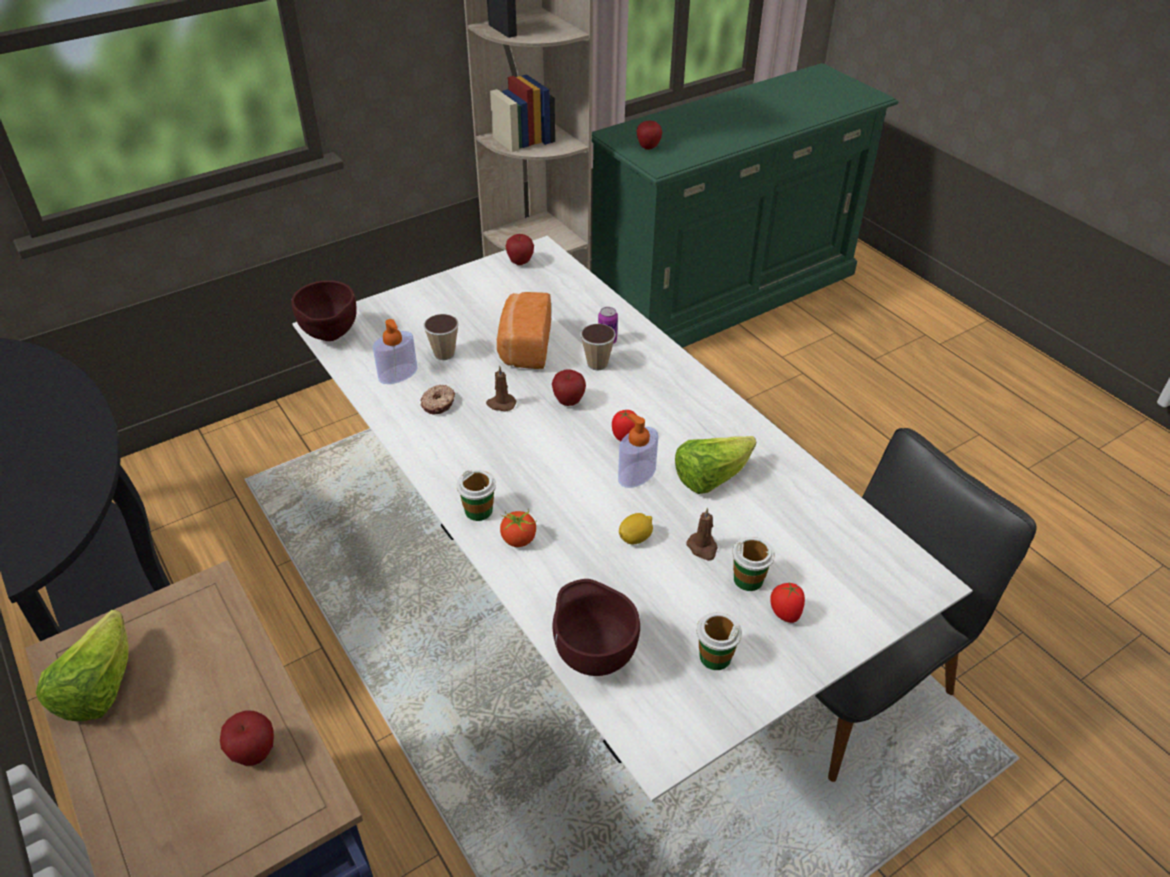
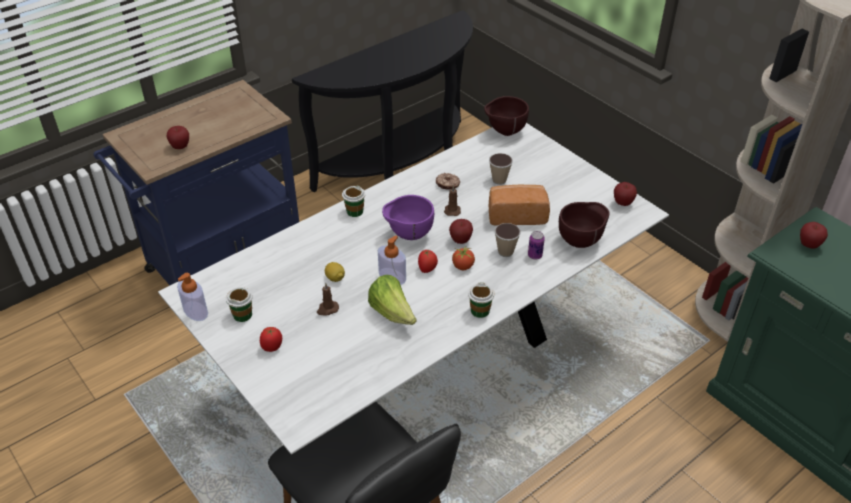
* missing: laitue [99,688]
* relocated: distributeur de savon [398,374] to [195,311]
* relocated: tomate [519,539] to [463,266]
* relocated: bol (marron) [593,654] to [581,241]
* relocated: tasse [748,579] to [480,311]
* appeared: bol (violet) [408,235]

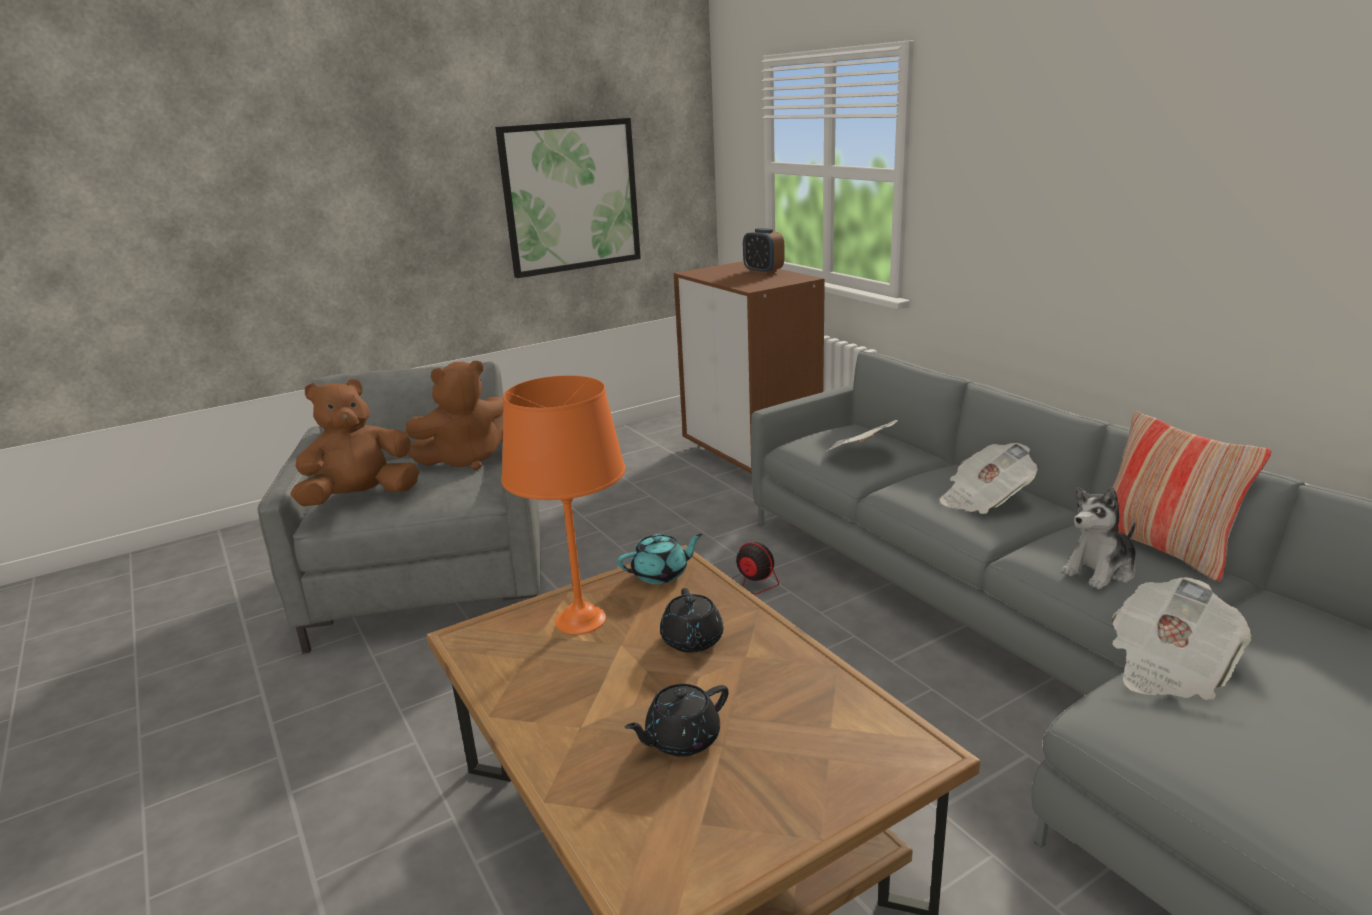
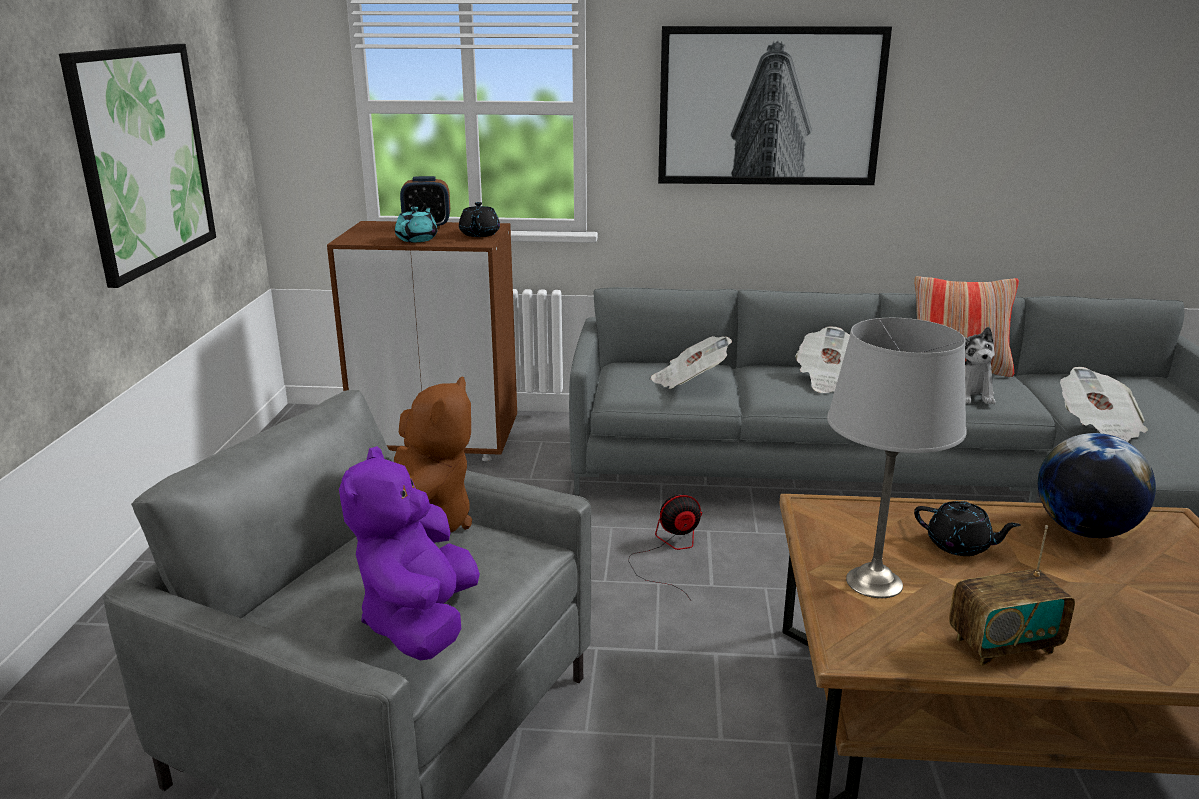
* colour: peluche (marron) [361,498] to peluche (violet) [420,622]
* colour: lampe de table (orange) [580,620] to lampe de table (gris) [875,583]
* relocated: théière (turquoise) [661,574] to [417,239]
* relocated: théière (noir) [681,739] to [479,234]
* appeared: tableau [770,106]
* appeared: radio [1003,645]
* appeared: globe [1085,530]

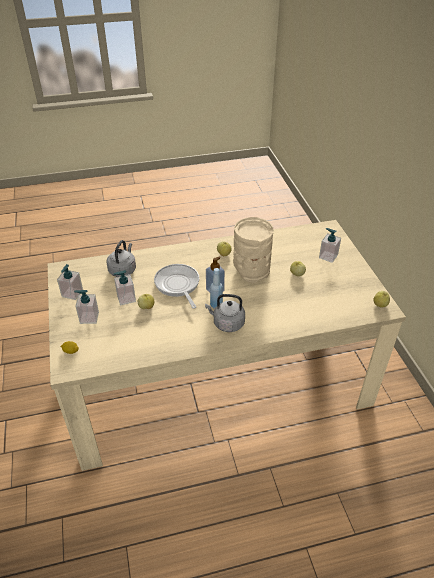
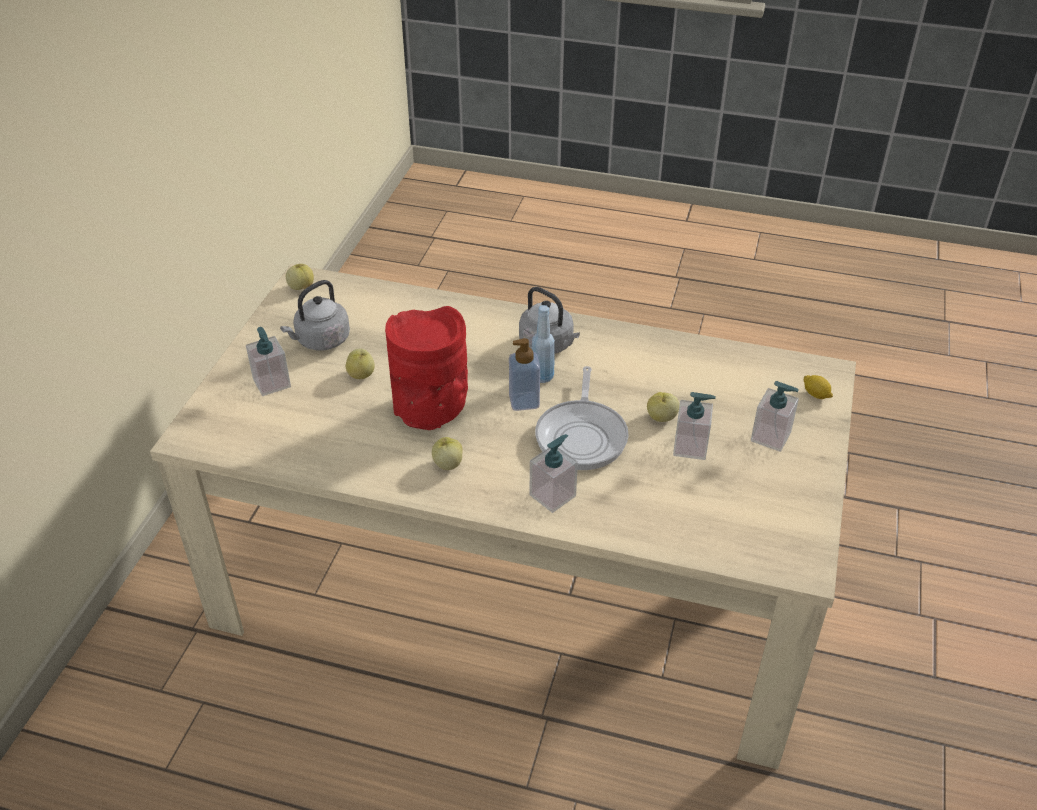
* relocated: distributeur de savon [72,293] to [553,495]
* relocated: bouilloire (gris) [123,270] to [320,341]
* colour: vase (beige) [251,270] to vase (rouge) [431,411]

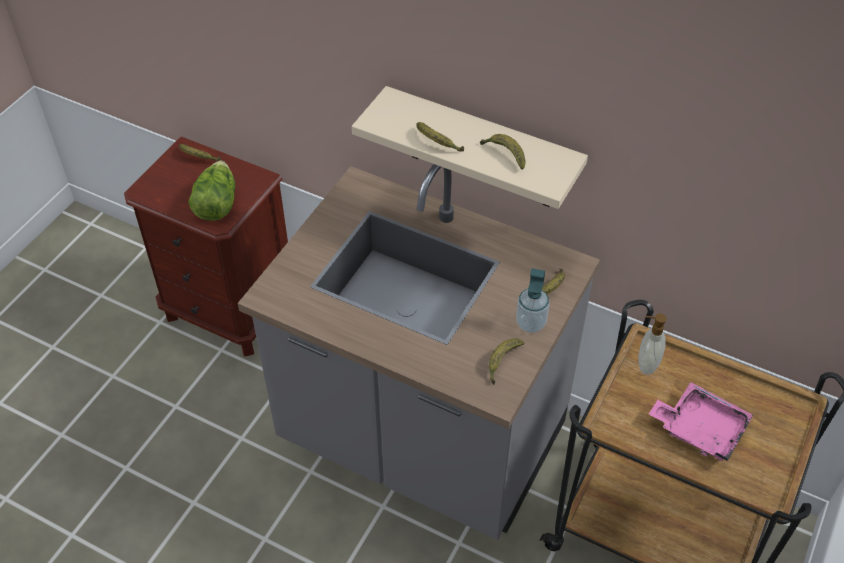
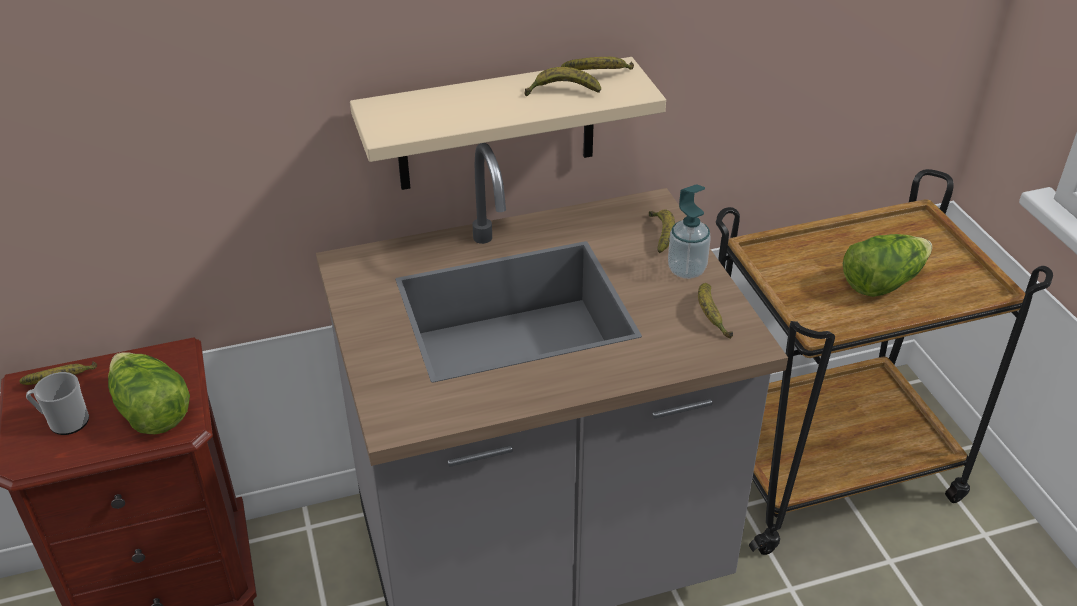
* relocated: banane [437,143] to [599,75]
* missing: distributeur de savon [646,364]
* exchanged: plateau (rose) [700,428] to laitue [882,282]
* appeared: mug [64,422]

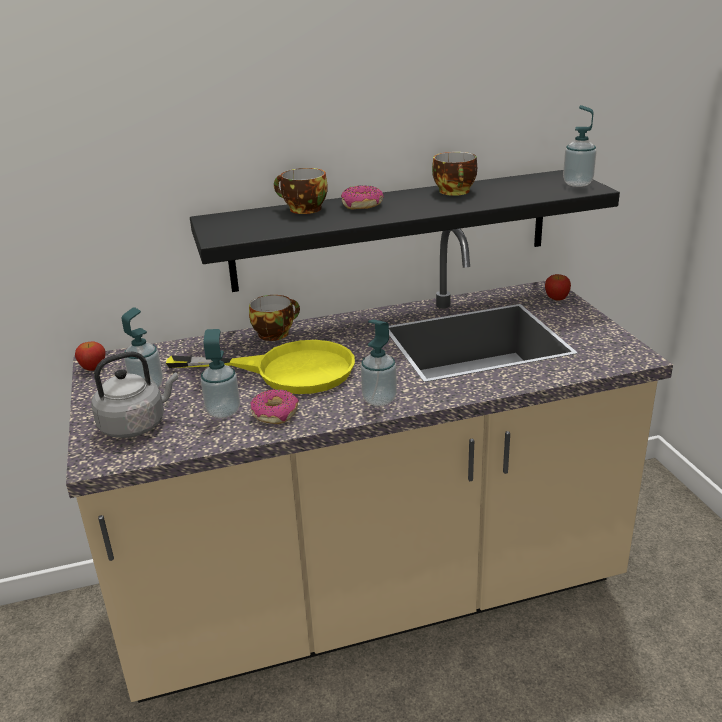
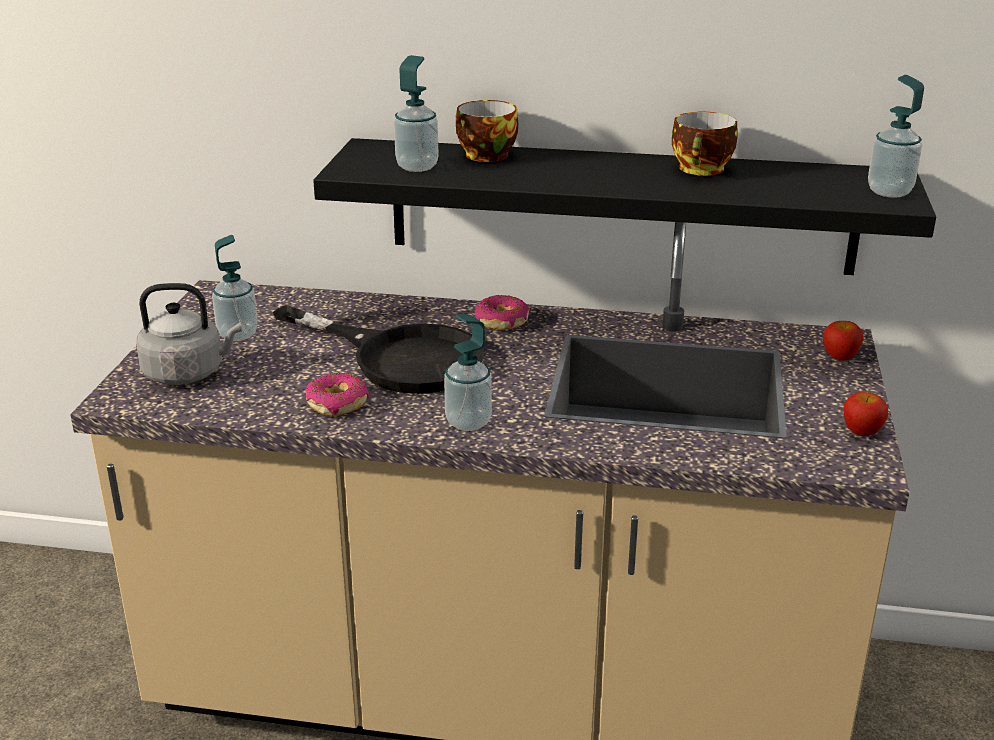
* relocated: pomme [93,368] to [861,432]
* colour: poêle (jaune) [287,370] to poêle (noir) [400,357]
* relocated: distributeur de savon [223,411] to [417,167]
* missing: tasse [275,333]
* relocated: beignet [362,205] to [502,322]

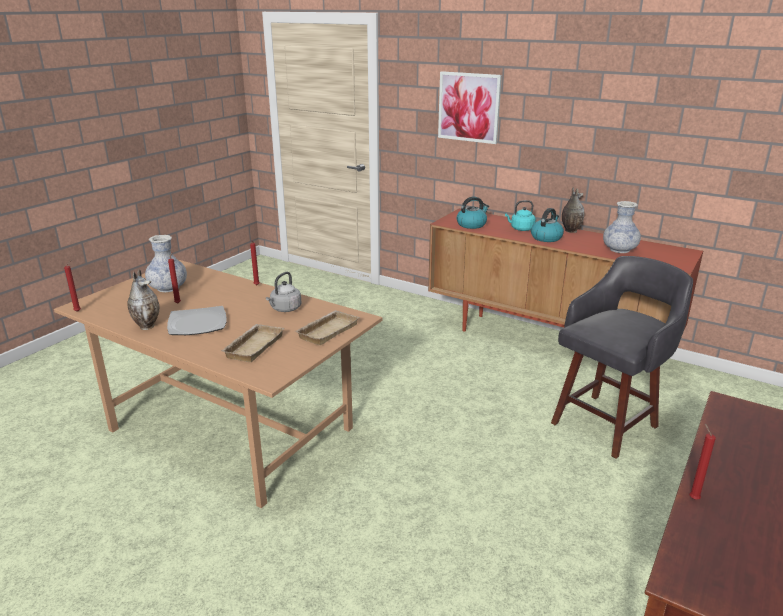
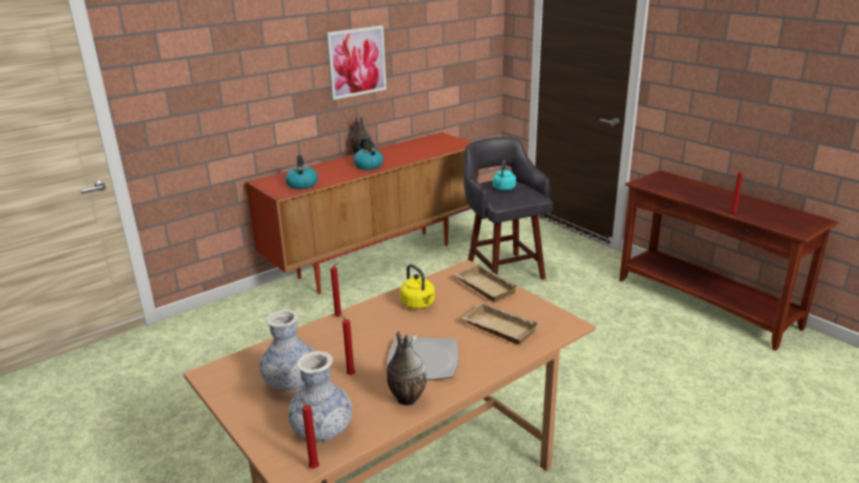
* colour: bouilloire (gris) [285,309] to bouilloire (jaune) [419,304]
* relocated: tableau [469,107] to [356,62]
* relocated: bouilloire (turquoise) [521,229] to [503,189]
* relocated: vase [619,250] to [322,430]

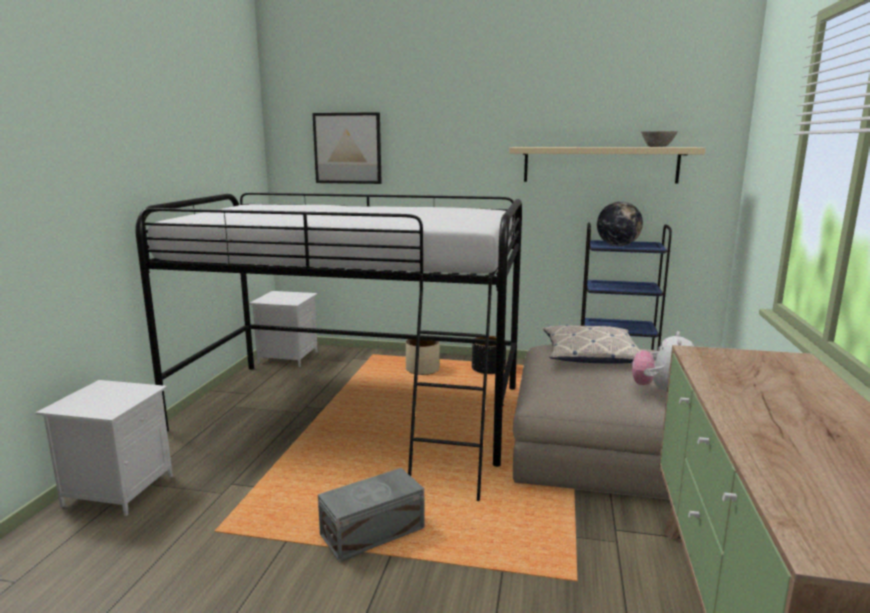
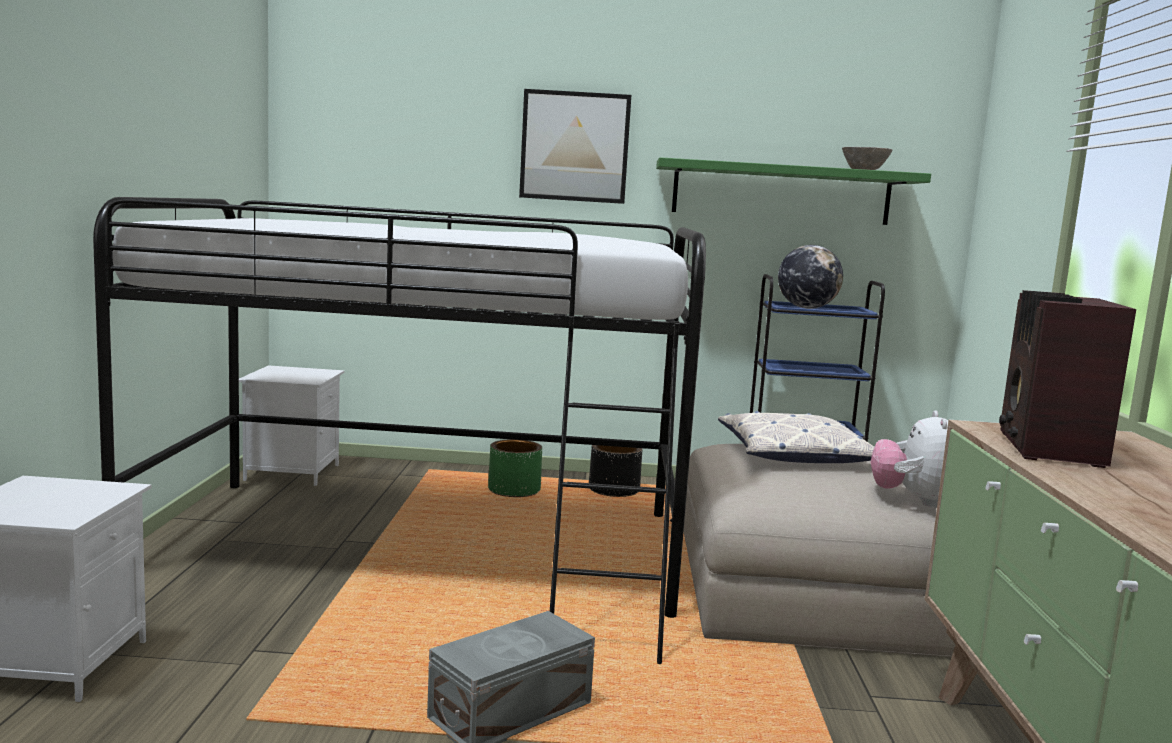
* relocated: tableau [347,148] to [574,147]
* colour: cache-pot (beige) [422,369] to cache-pot (vert) [514,490]
* colour: étagère (beige) [600,164] to étagère (vert) [781,193]
* appeared: radio [1048,449]

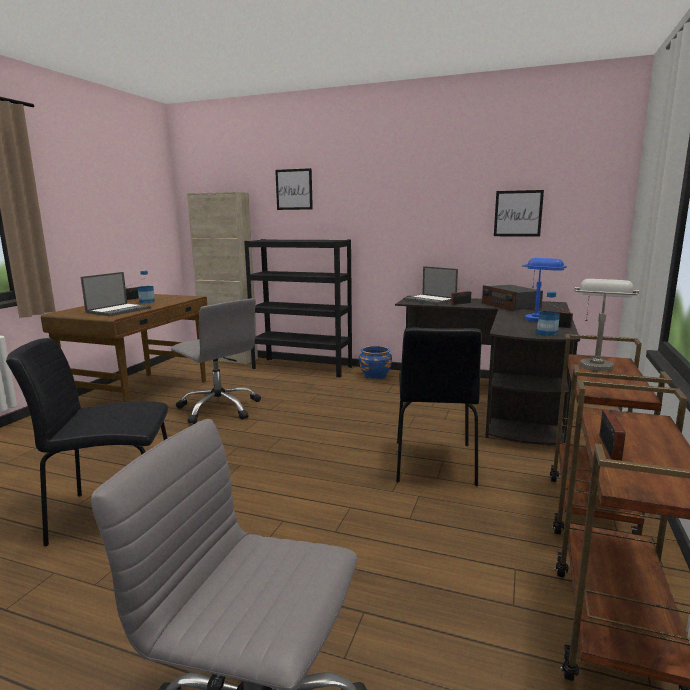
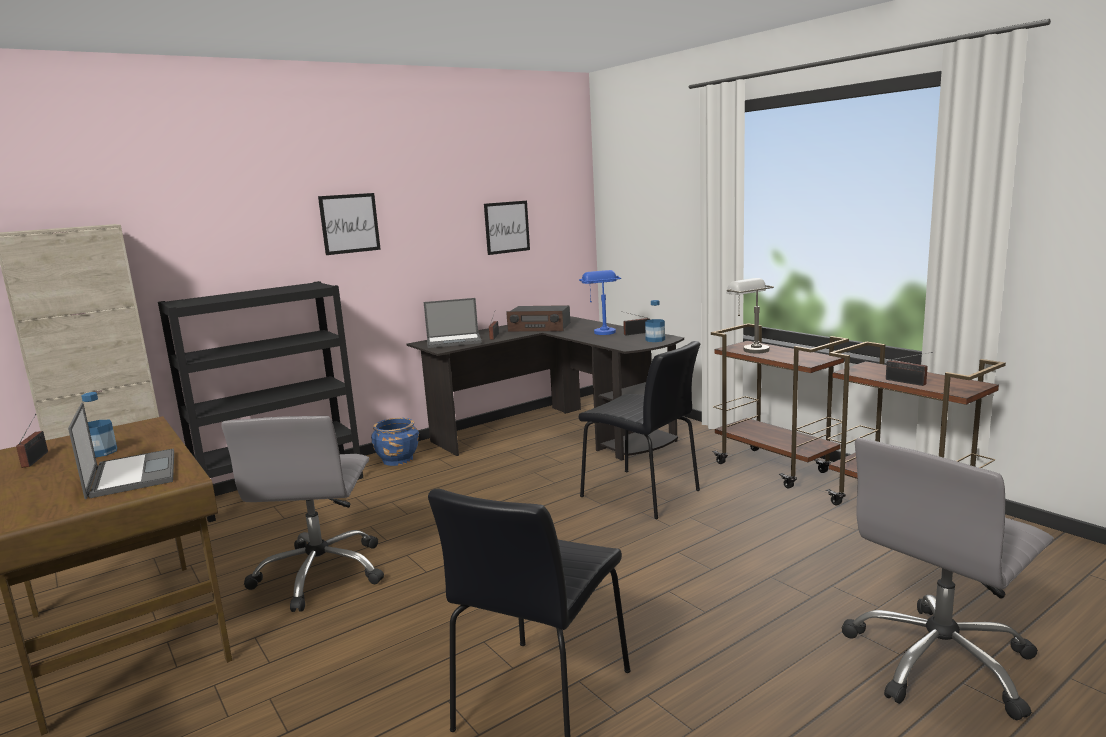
* spun: chaise de bureau (gris) [219,408] = [321,574] 105 degrees clockwise
* relocated: tableau [294,189] to [349,223]

